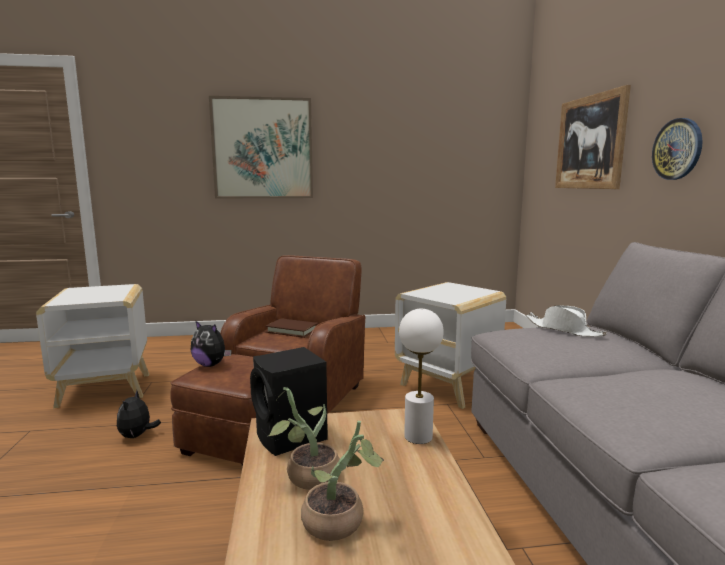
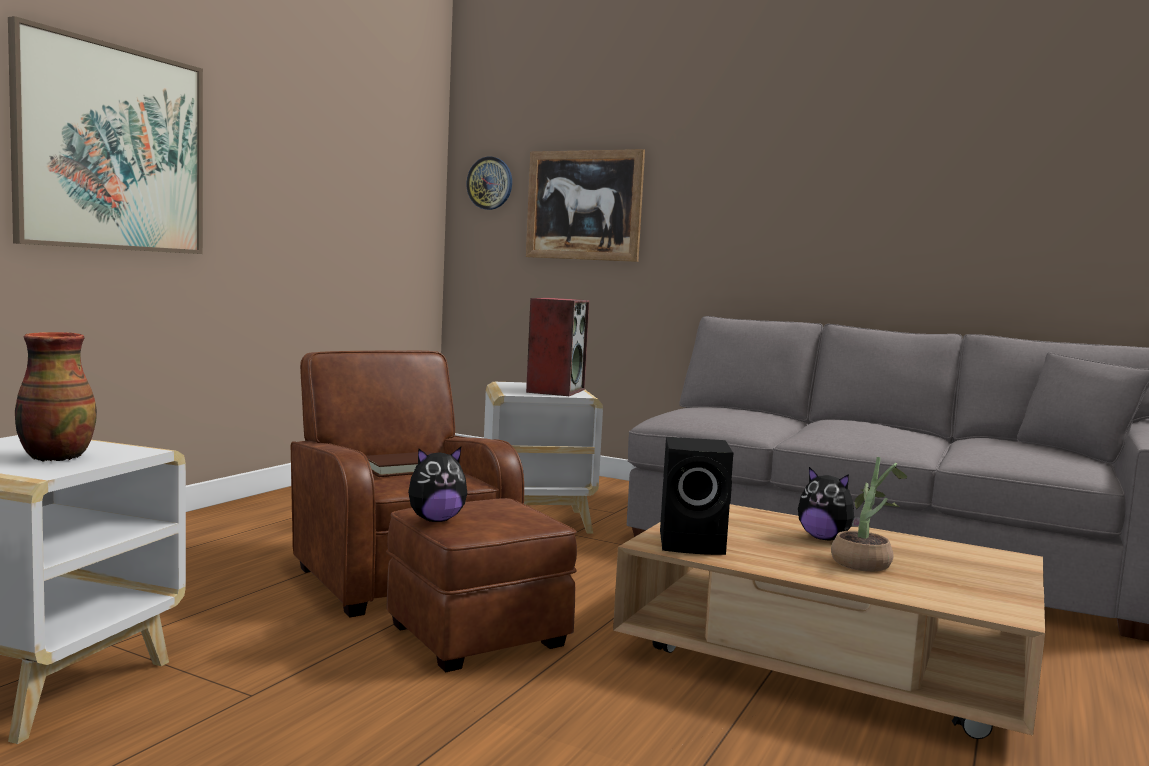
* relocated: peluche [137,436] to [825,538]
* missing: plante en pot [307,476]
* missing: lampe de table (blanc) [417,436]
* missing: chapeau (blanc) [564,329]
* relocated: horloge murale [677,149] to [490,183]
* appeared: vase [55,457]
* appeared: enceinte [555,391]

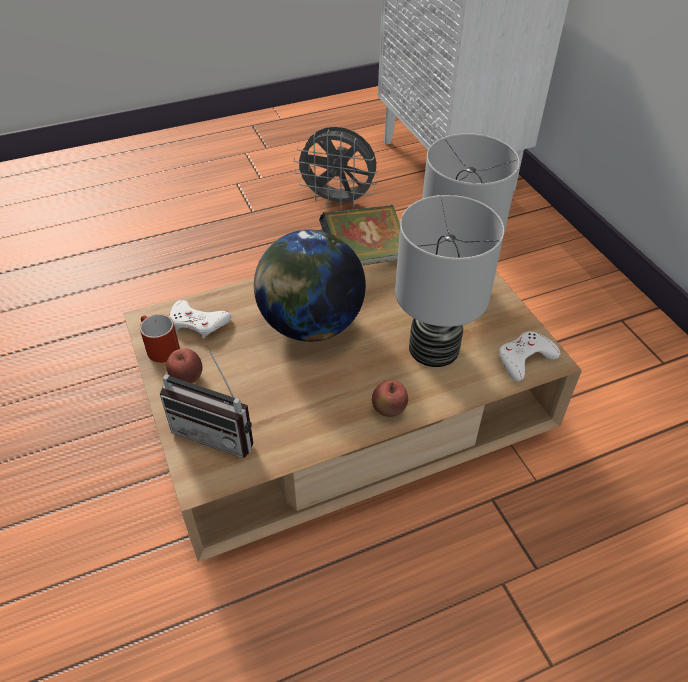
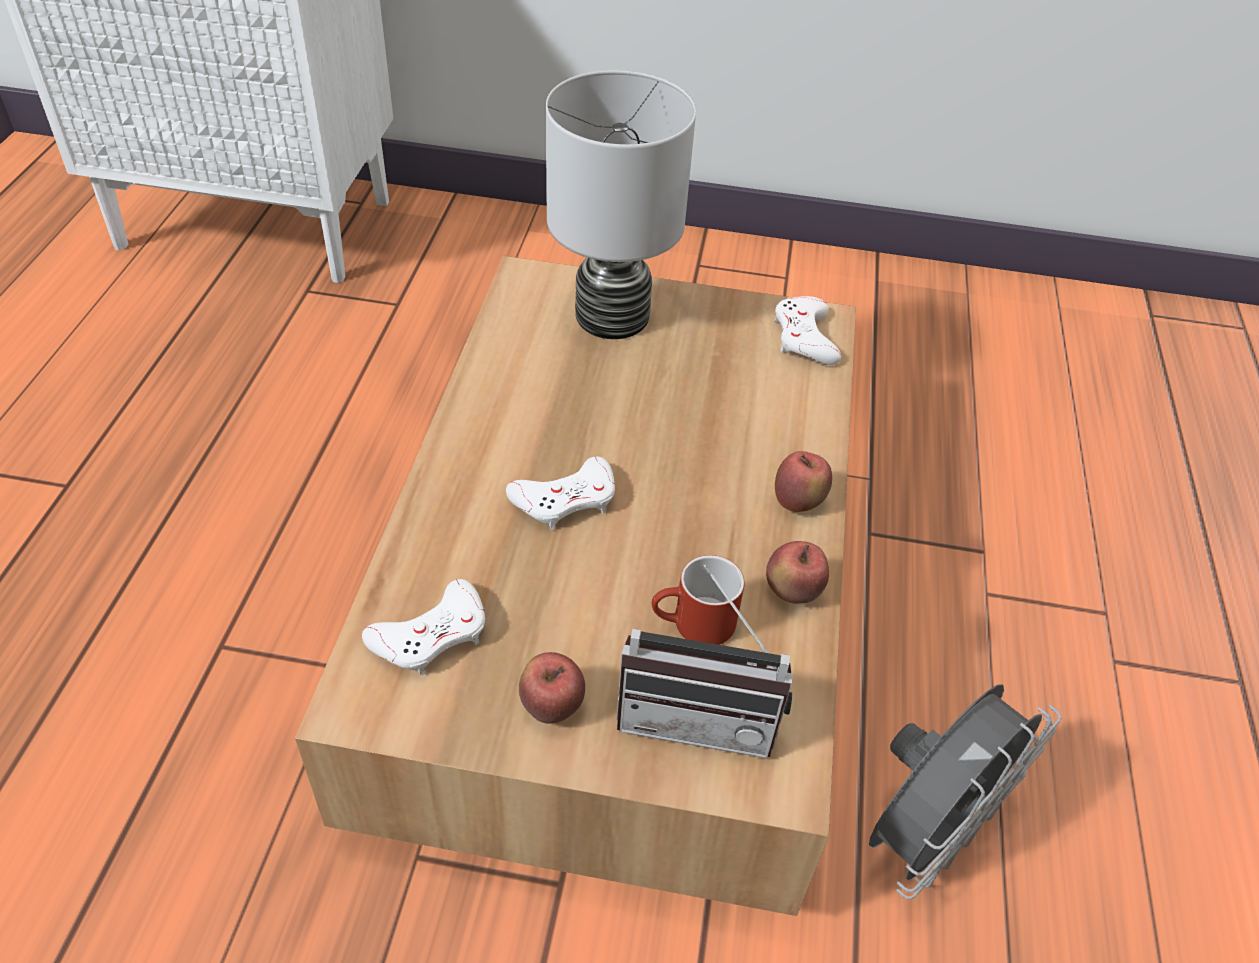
* relocated: mug (rouge) [158,348] to [693,625]
* spun: radio [218,431] = [699,714] 45 degrees clockwise
* exchanged: globe [310,325] to manette (blanc) [566,499]
* relocated: ventilateur (gris) [338,201] to [926,833]
* missing: livre [364,257]
* missing: lampe de table (gris) [433,348]
* appeared: pomme [792,592]

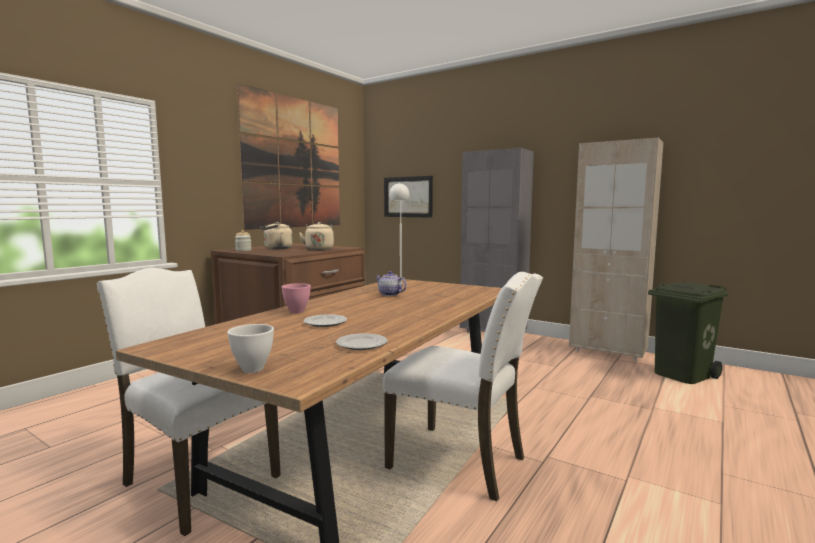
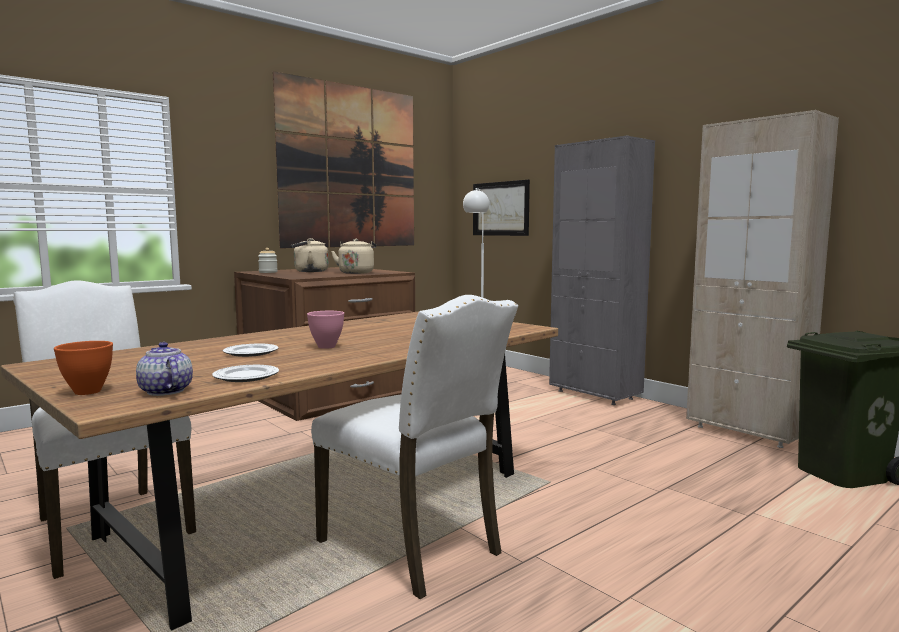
* colour: bol (blanc) [254,369] to bol (orange) [89,392]
* relocated: bol (rose) [296,312] to [326,347]
* relocated: théière [390,294] to [165,391]

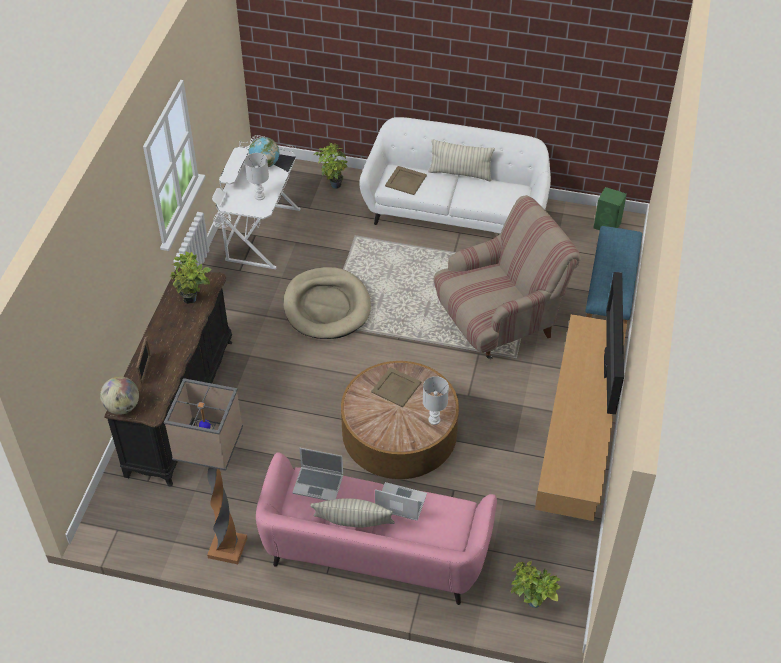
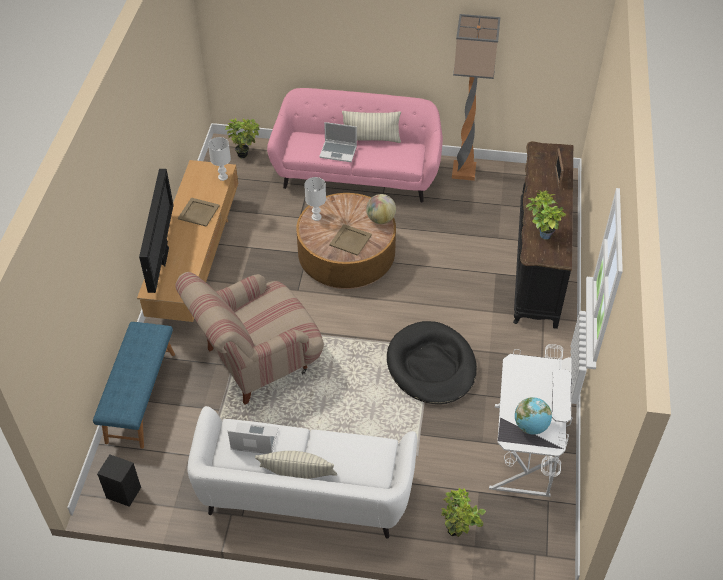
* relocated: globe [122,407] to [380,219]
* relocated: lampe de table (blanc) [260,197] to [222,177]
* colour: panier pour chien (beige) [326,306] to panier pour chien (noir) [431,366]
* relocated: ordinateur portable [319,484] to [253,440]
* relocated: plateau (beige) [405,181] to [199,212]
* colour: enceinte (vert) [607,225] to enceinte (noir) [123,492]

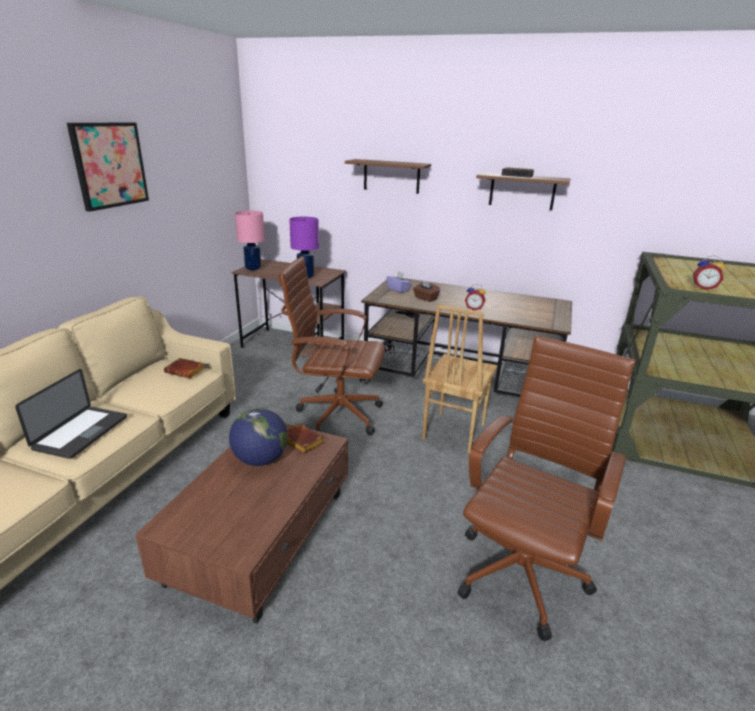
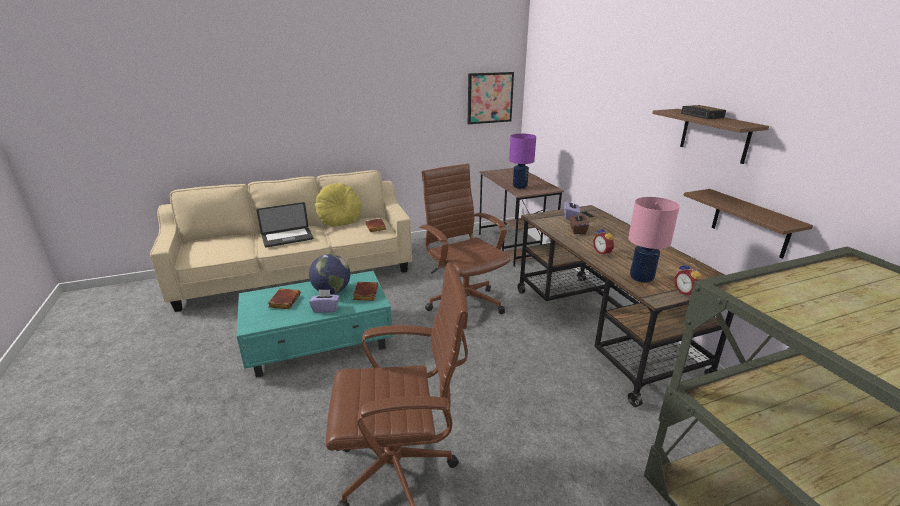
* relocated: tableau [109,165] to [489,98]
* colour: table basse (marron) [262,534] to table basse (turquoise) [320,341]
* relocated: lampe de table (rose) [253,269] to [641,279]
* relocated: étagère (marron) [391,176] to [750,223]
* missing: chaise (marron) [452,431]
* relocated: réveil [703,288] to [686,292]
* appeared: livre (marron) [284,301]
* appeared: boîte à mouchoirs (violet) [326,309]
* appeared: coussin (jaune) [340,223]

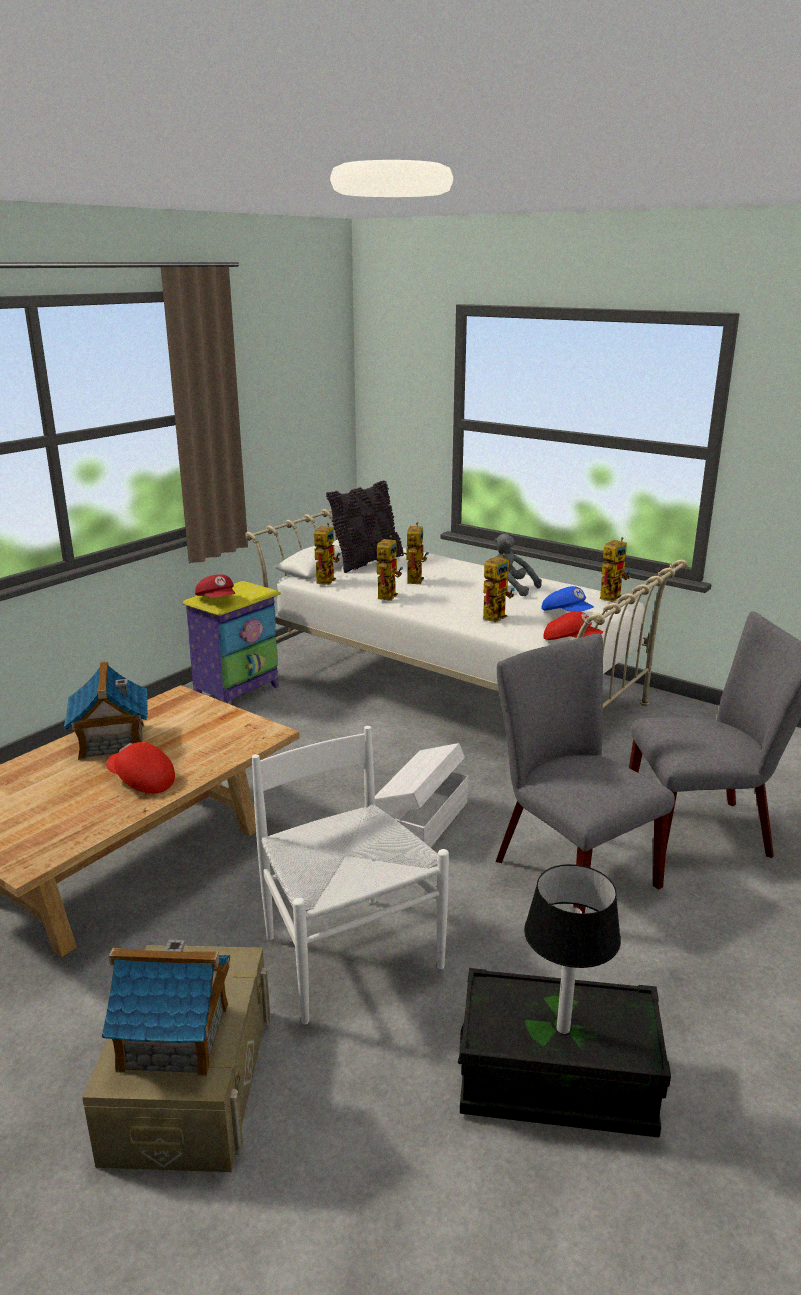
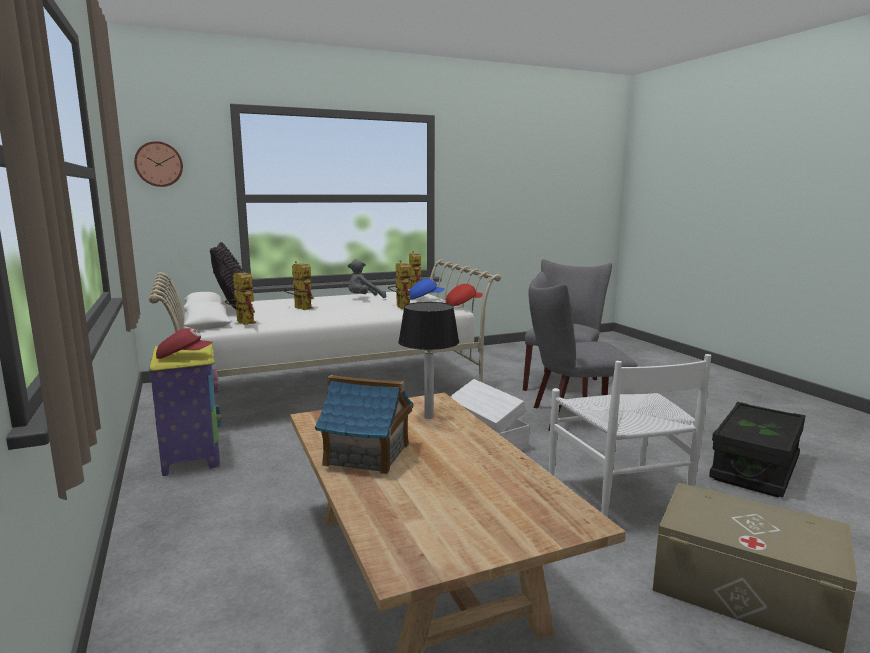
* missing: maison miniature [175,1037]
* missing: casquette (rouge) [141,781]
* spun: chaise (blanc) [347,954] = [620,497] 105 degrees counterclockwise
* missing: robot jouet [387,594]
* relocated: lampe de table [563,1027] to [428,417]
* appeared: horloge murale [159,164]

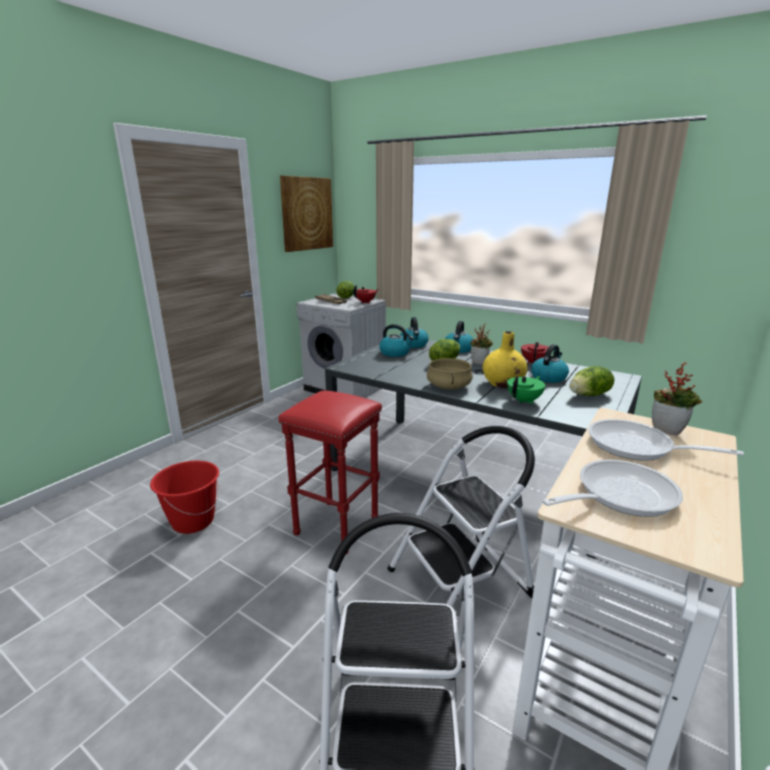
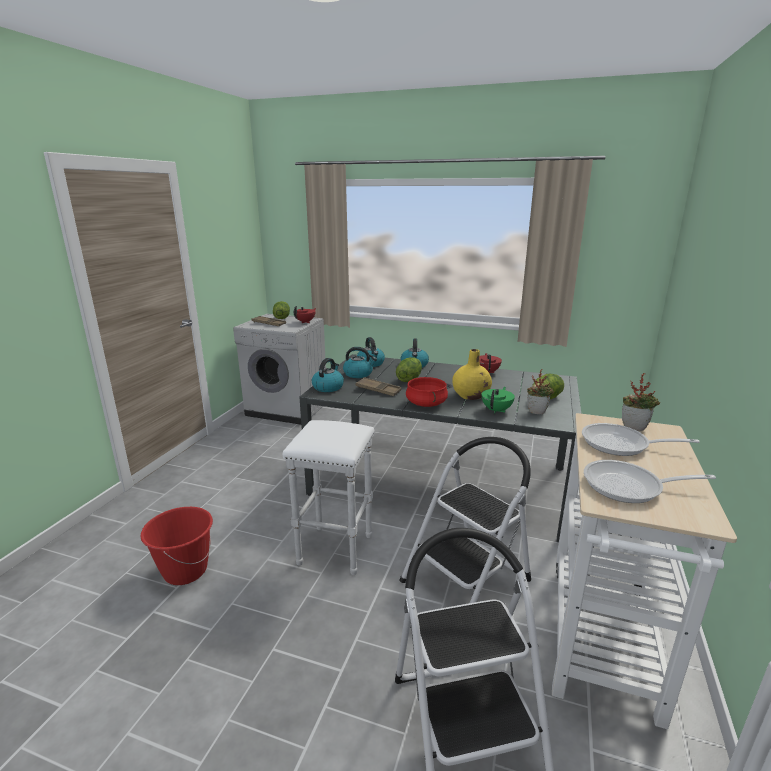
* colour: tabouret (rouge) [334,526] to tabouret (blanc) [333,550]
* missing: tableau [306,214]
* colour: marmite (beige) [448,386] to marmite (rouge) [425,403]
* relocated: plante en pot [480,363] to [537,412]
* relocated: bouilloire [548,377] to [328,387]
* spun: poêle [618,495] = [629,487] 135 degrees counterclockwise
* appeared: plateau (marron) [378,390]

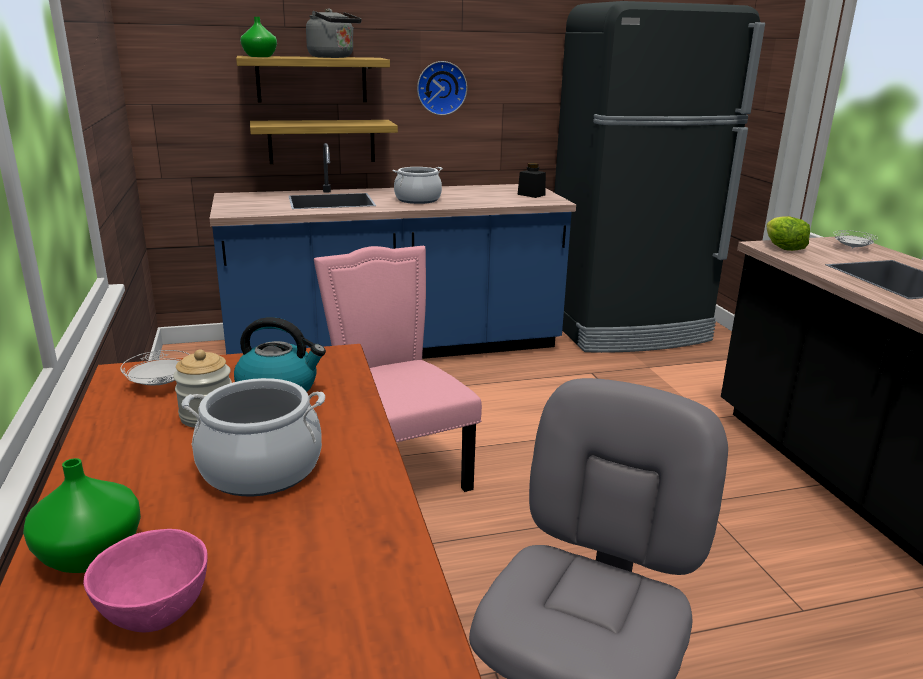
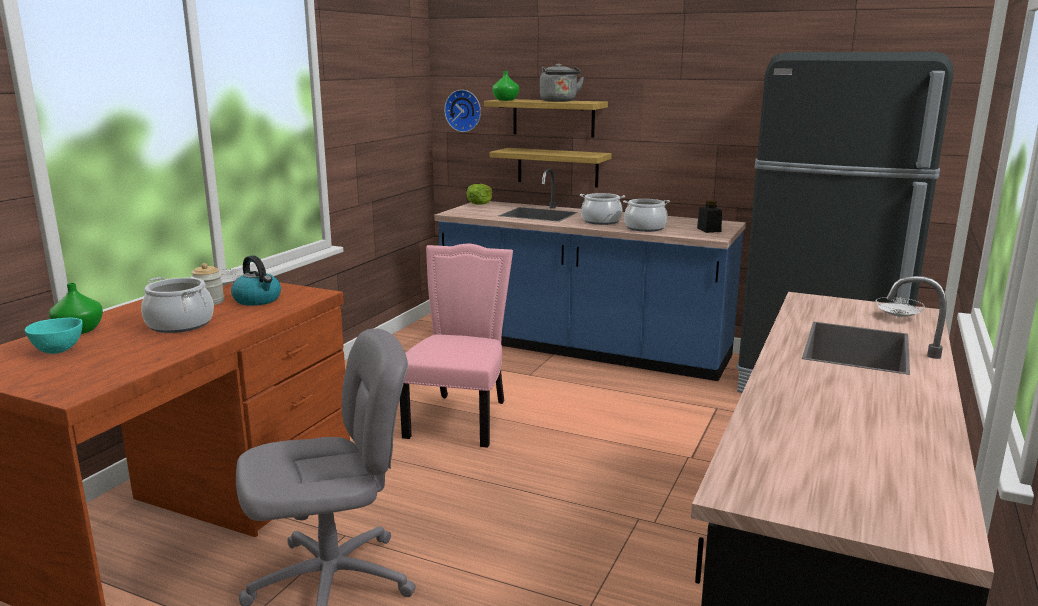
* colour: bol (rose) [156,612] to bol (turquoise) [59,350]
* relocated: horloge murale [441,88] to [464,110]
* relocated: laitue [783,247] to [480,203]
* appeared: marmite [645,228]

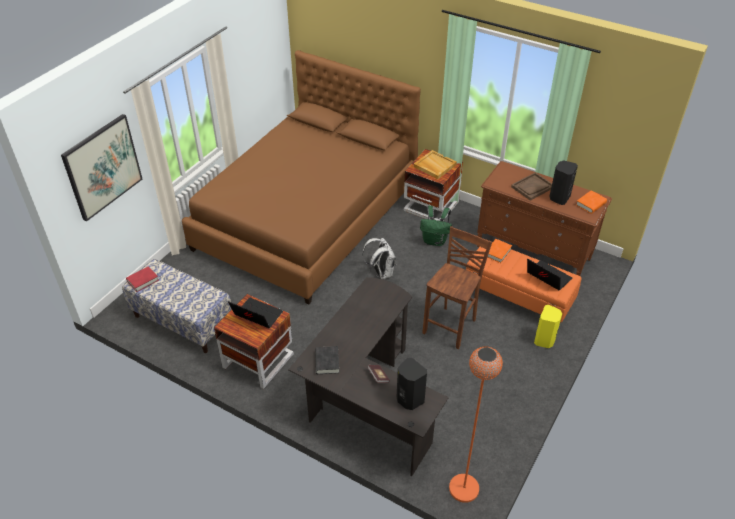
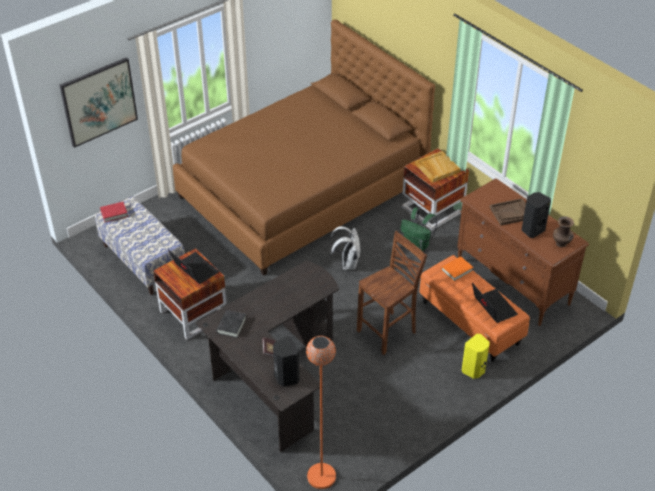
* exchanged: livre (orange) [591,204] to vase (marron) [561,244]

